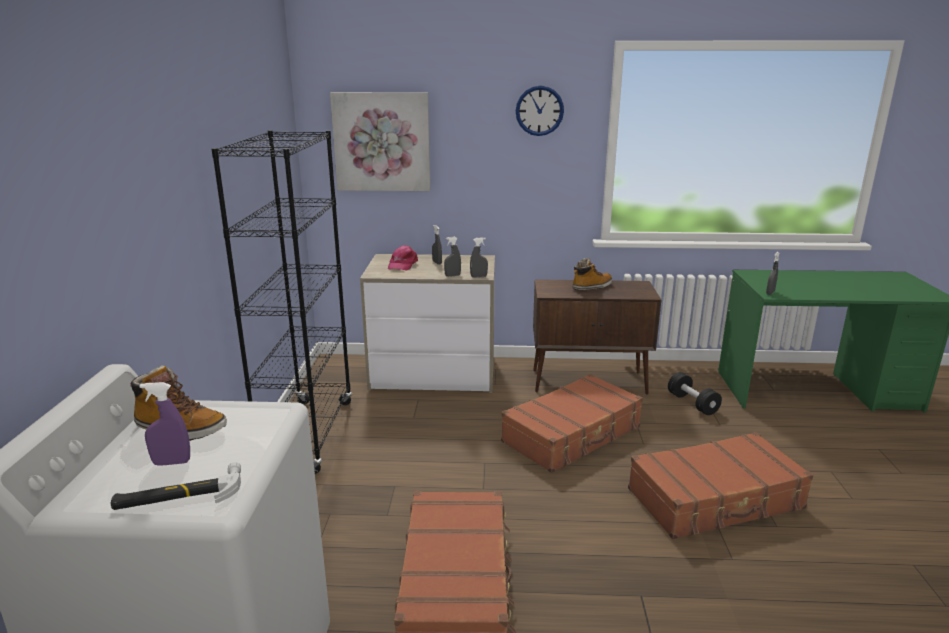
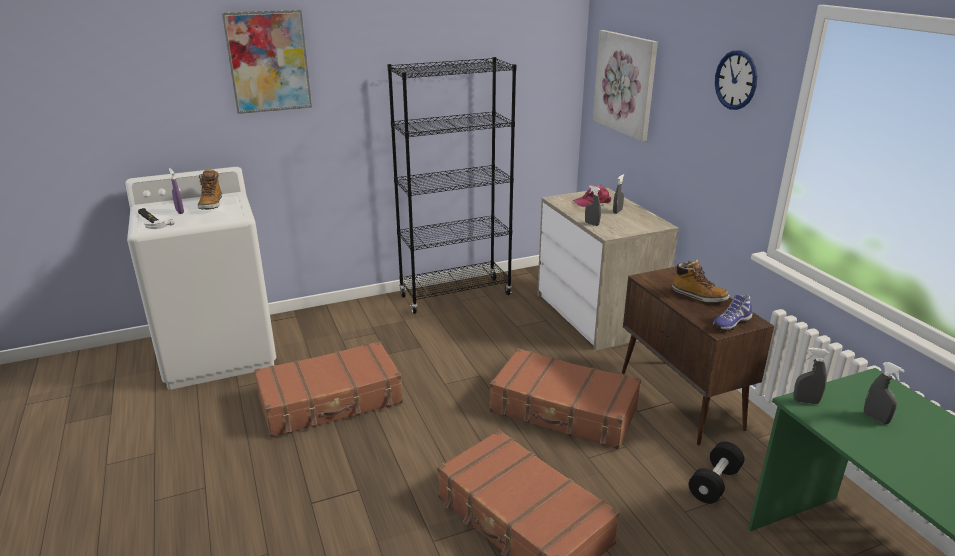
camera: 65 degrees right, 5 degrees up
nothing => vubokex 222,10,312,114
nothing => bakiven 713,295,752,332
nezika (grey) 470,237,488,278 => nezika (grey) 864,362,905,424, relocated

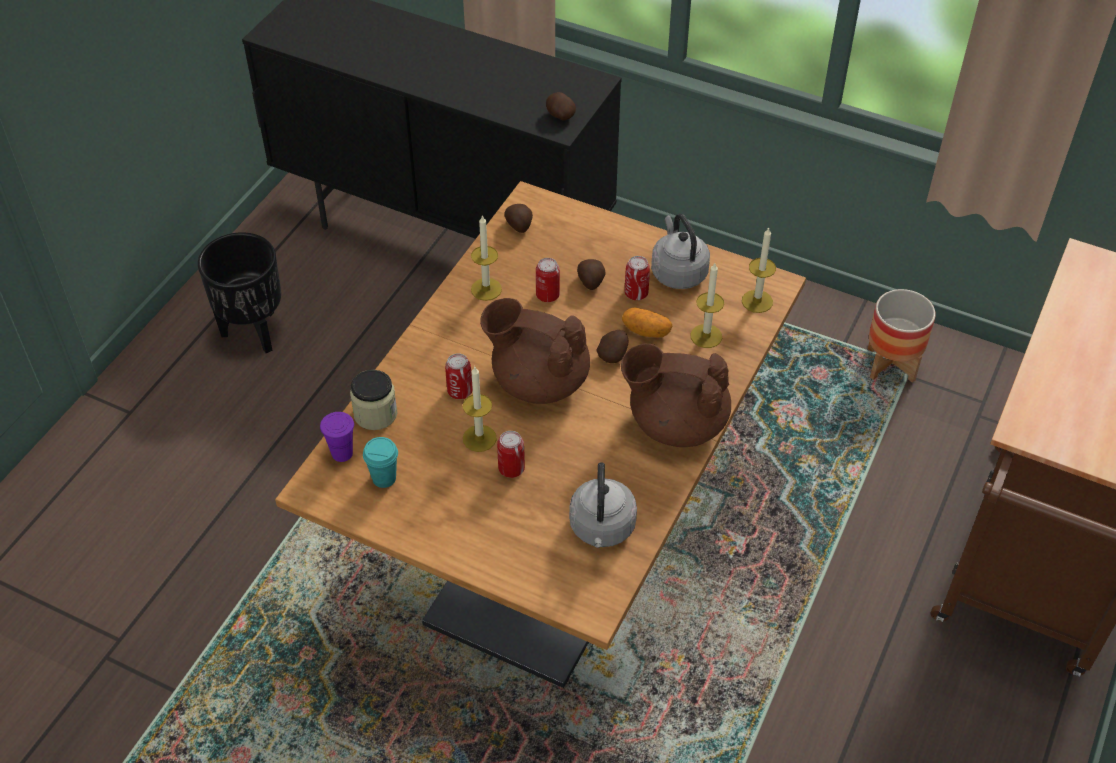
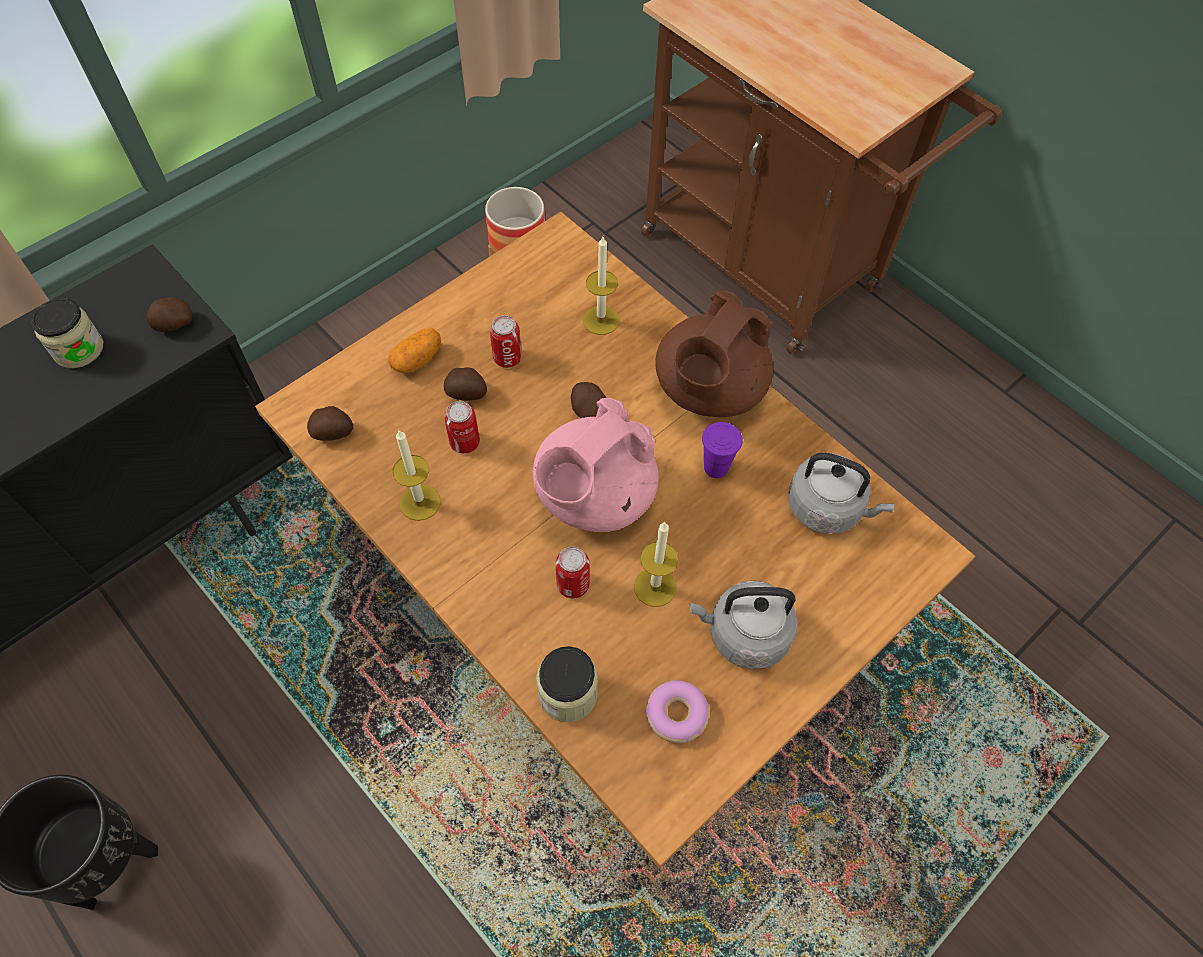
camera: 70 degrees left, 10 degrees up
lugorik 497,431,525,478 => nothing
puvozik 742,227,776,313 => nothing
nothing => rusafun 31,298,103,368
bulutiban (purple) 320,412,354,462 => bulutiban (purple) 702,422,743,478, relocated
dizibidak 622,307,673,338 => dizibidak 388,328,441,373, relocated
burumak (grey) 651,214,710,289 => burumak (grey) 690,580,798,669, relocated
bulutiban (turquoise) 363,437,398,488 => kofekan 645,680,709,743
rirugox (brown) 480,298,590,404 => rirugox (pink) 533,398,659,532

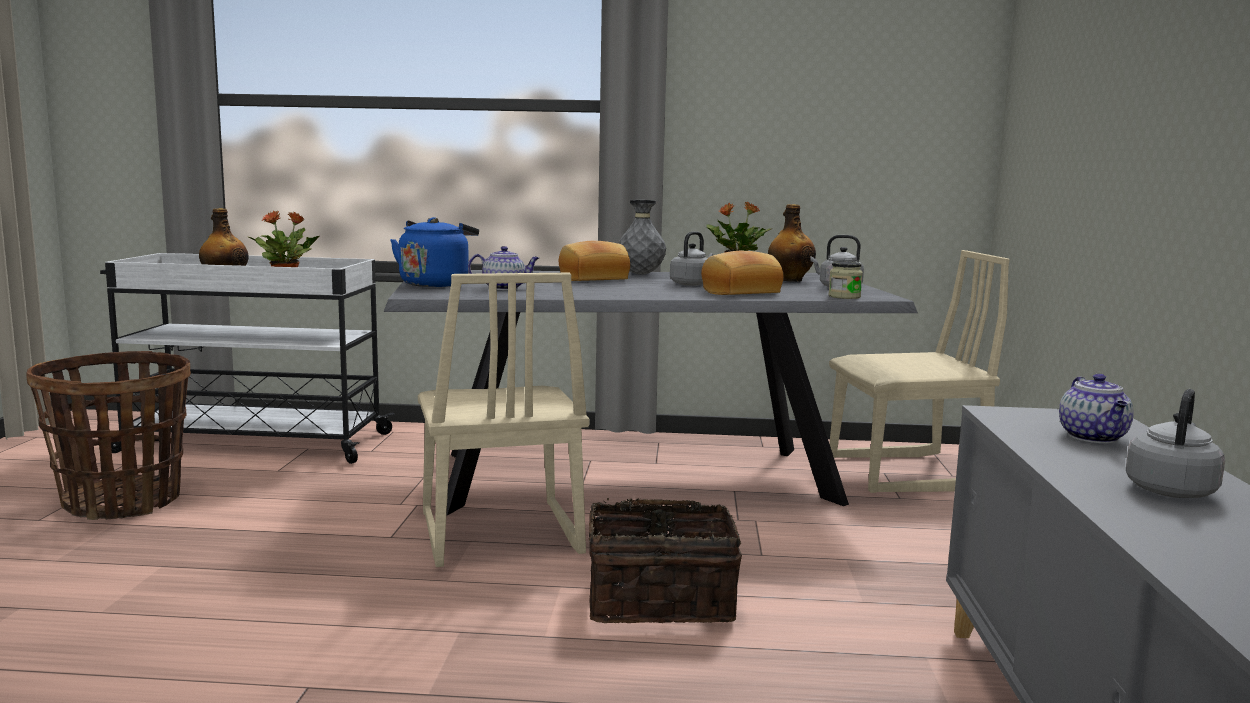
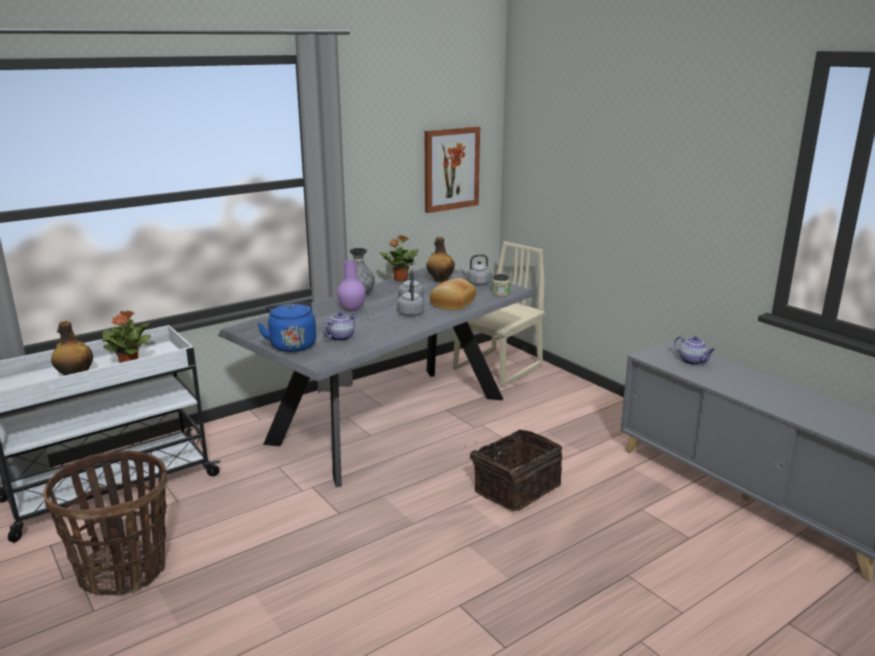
camera: 40 degrees left, 10 degrees up
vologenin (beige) 418,273,589,567 => nothing
nothing => vubokex 425,126,480,213
burumak (grey) 1126,389,1225,498 => burumak (grey) 397,281,424,316, relocated
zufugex 559,241,630,281 => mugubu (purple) 337,260,366,311

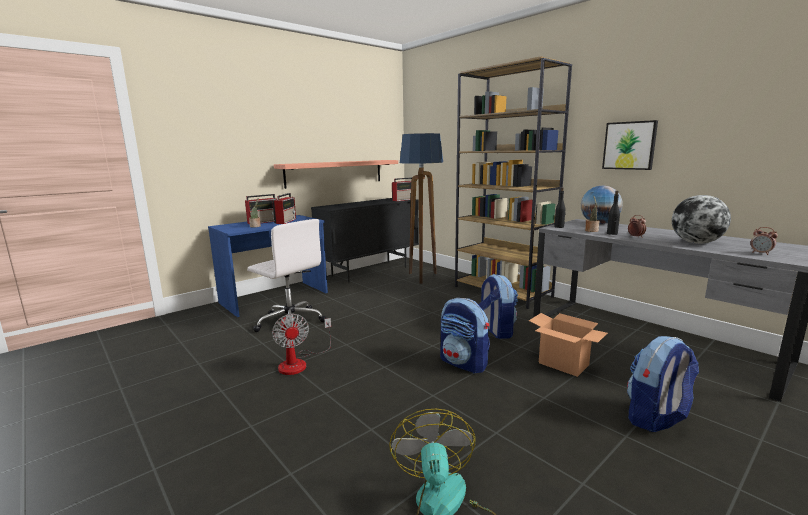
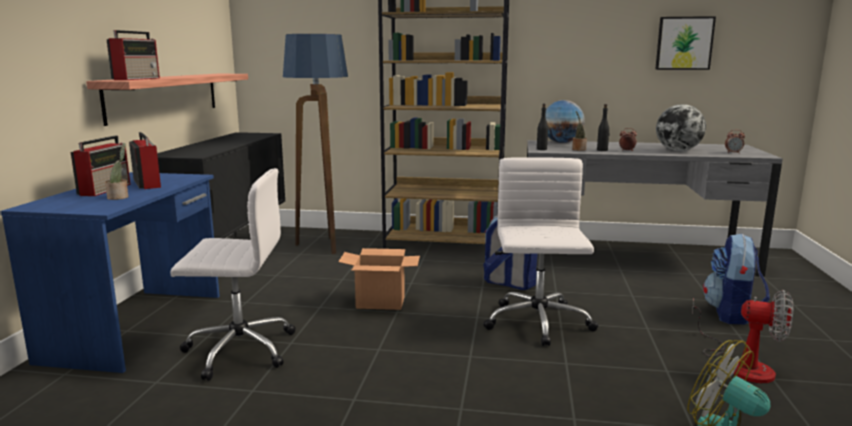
camera: 40 degrees left, 0 degrees up
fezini 272,314,331,375 => fezini 692,290,793,383, relocated
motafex 392,177,412,201 => motafex 107,30,160,80, relocated
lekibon 529,313,608,377 => lekibon 338,248,420,310, relocated
vubokex 602,120,658,170 => vubokex 655,16,716,70, relocated
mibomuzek 440,298,490,374 => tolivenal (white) 483,157,598,346

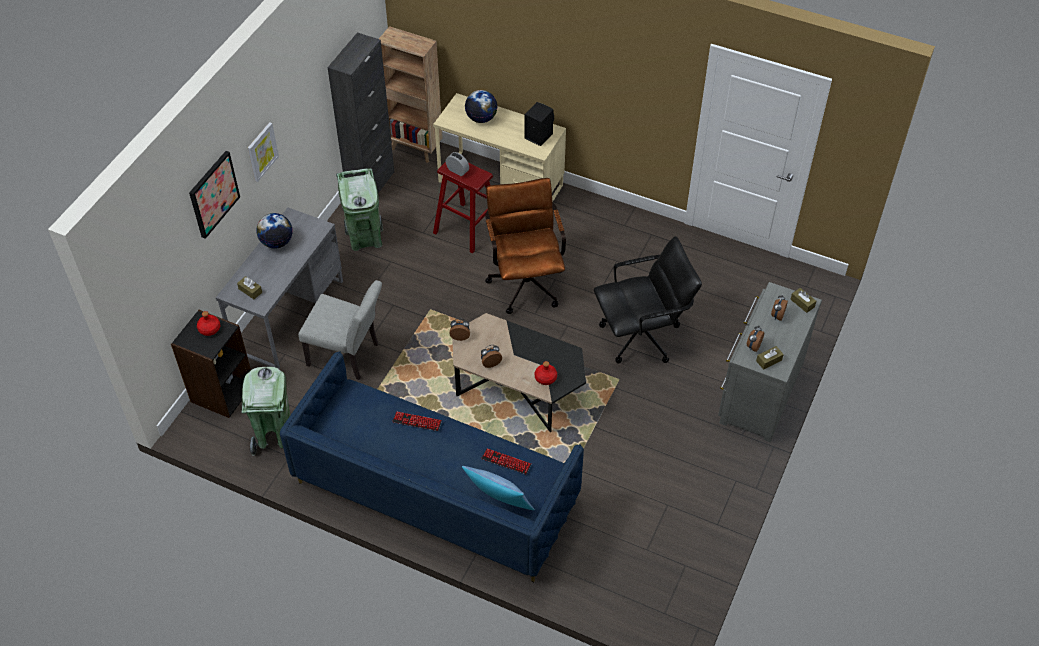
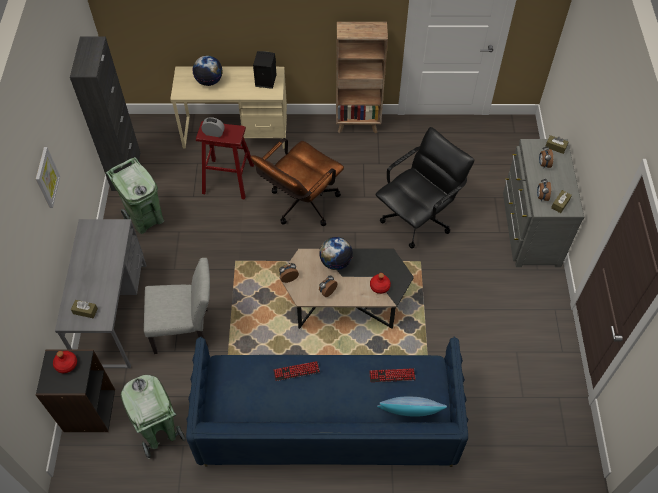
camera: 25 degrees left, 5 degrees up
vubokex 189,151,240,239 => nothing
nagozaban 256,213,292,249 => nagozaban 319,237,353,270, relocated
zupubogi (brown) 379,26,443,163 => zupubogi (brown) 336,22,388,133, relocated
tolivenal (brown) 485,178,566,314 => tolivenal (brown) 250,138,344,226, 105 degrees counterclockwise

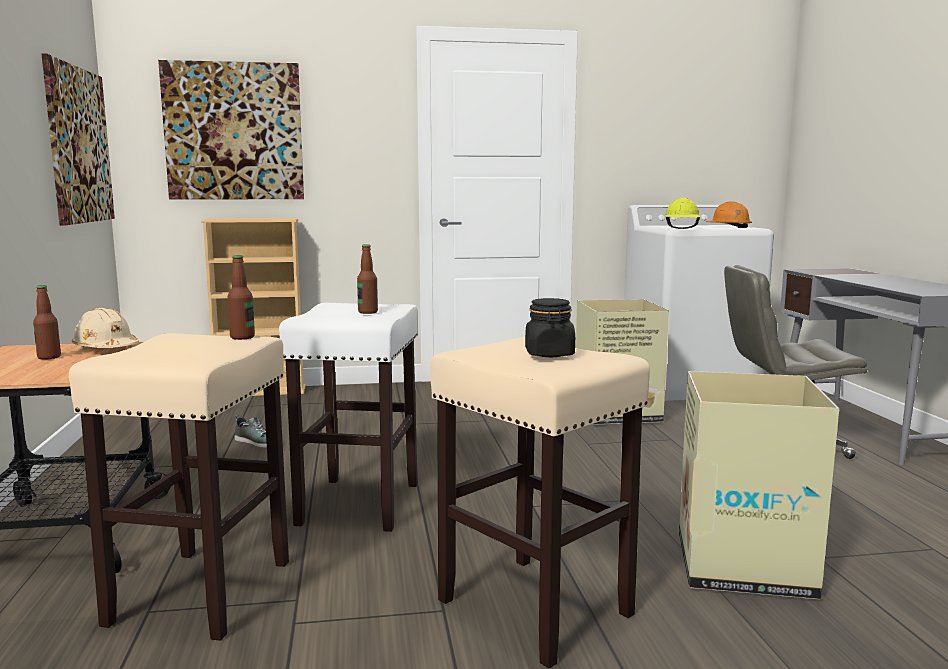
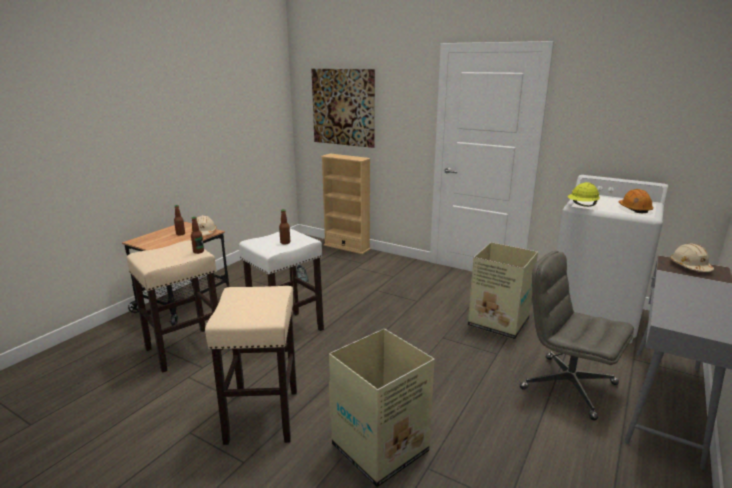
camera: 40 degrees right, 10 degrees up
vubokex 42,53,115,226 => nothing
rusafun (black) 525,298,575,357 => nothing
nothing => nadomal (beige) 670,243,714,272

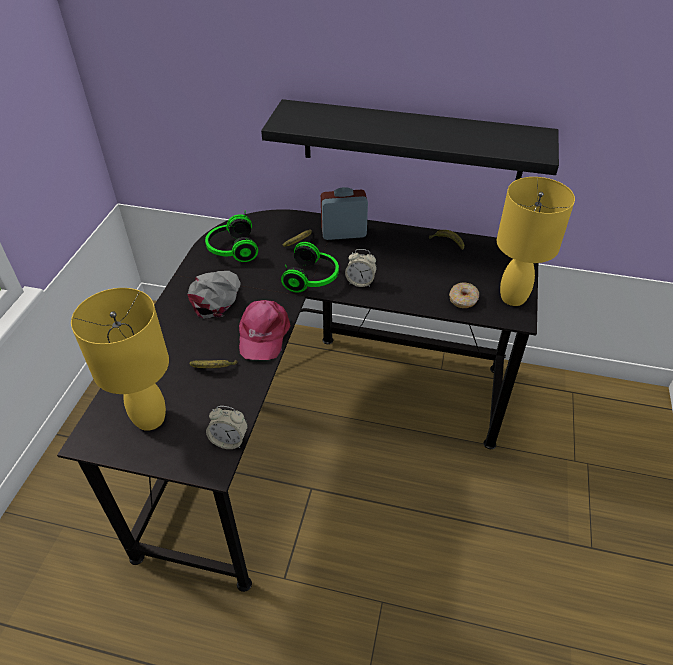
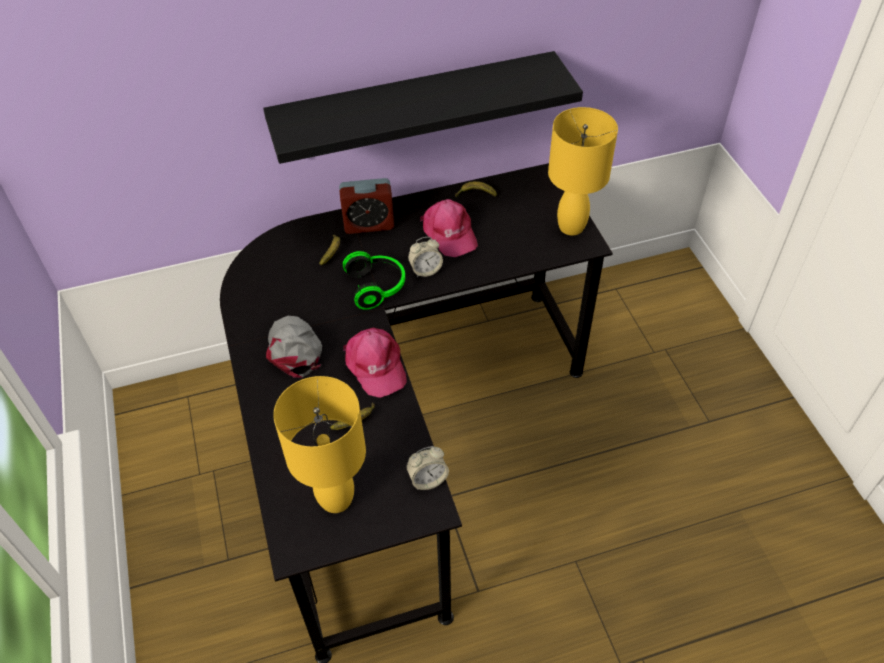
camera: 30 degrees left, 5 degrees up
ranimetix 205,211,258,262 => nothing
kofekan 449,282,479,308 => nothing
nothing => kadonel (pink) 420,199,478,257
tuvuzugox 321,187,368,240 => tuvuzugox 339,178,394,234, 150 degrees counterclockwise

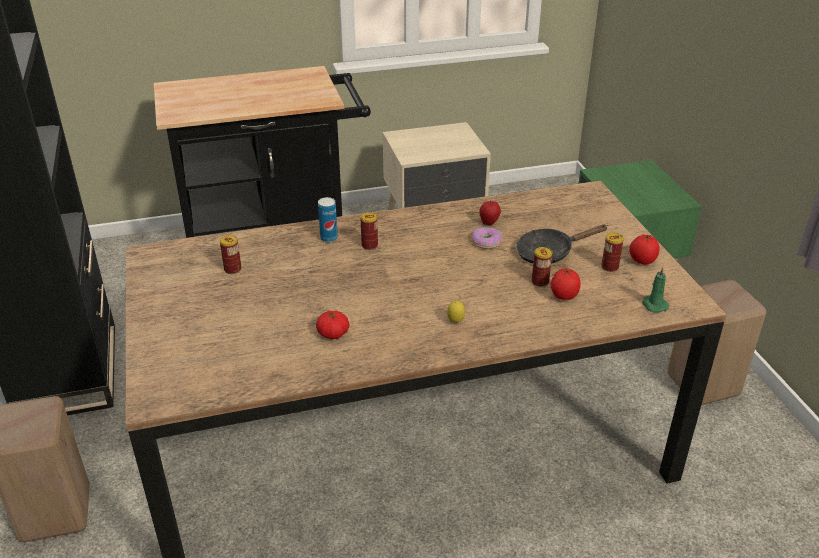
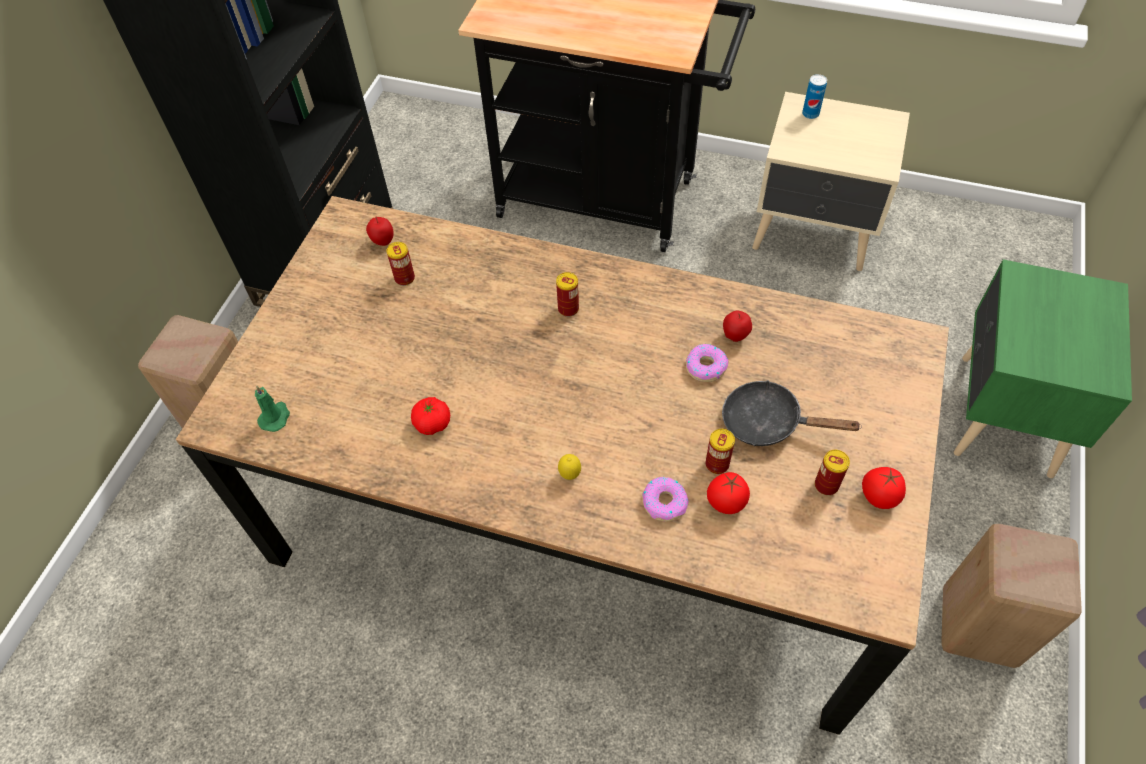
camera: 35 degrees right, 20 degrees up
nothing => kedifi 366,217,394,246
nothing => kofekan 642,477,689,521
lugorik 318,197,338,242 => lugorik 802,74,827,119, relocated
puvozik (green) 642,267,669,313 => puvozik (green) 255,385,290,432, relocated

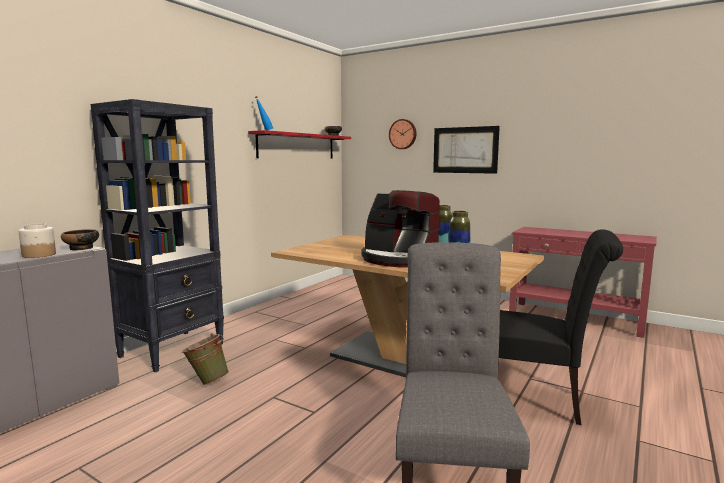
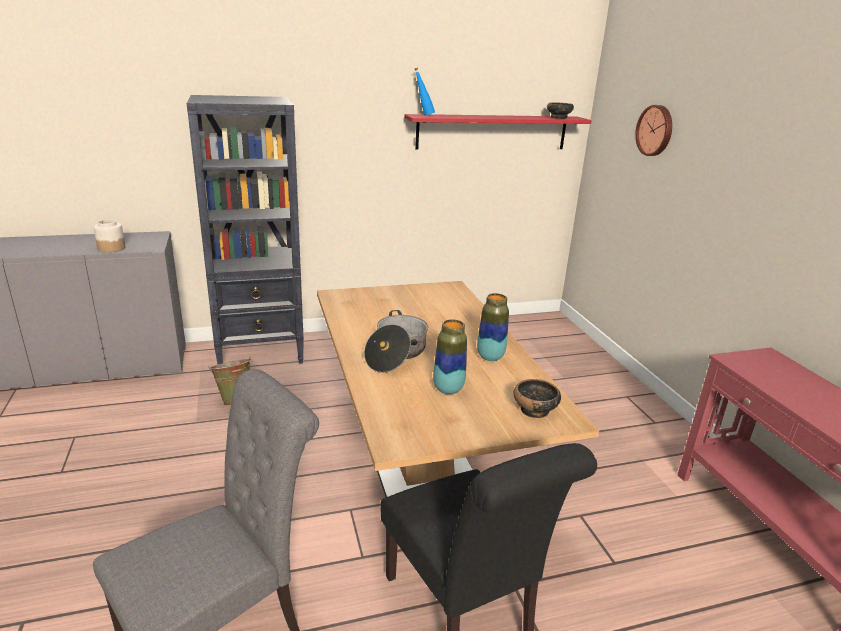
camera: 40 degrees right, 15 degrees up
vubokex 433,126,500,174 => nothing
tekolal 61,229,99,250 => tekolal 513,379,561,418, relocated
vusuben 361,190,440,267 => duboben 364,310,428,373

